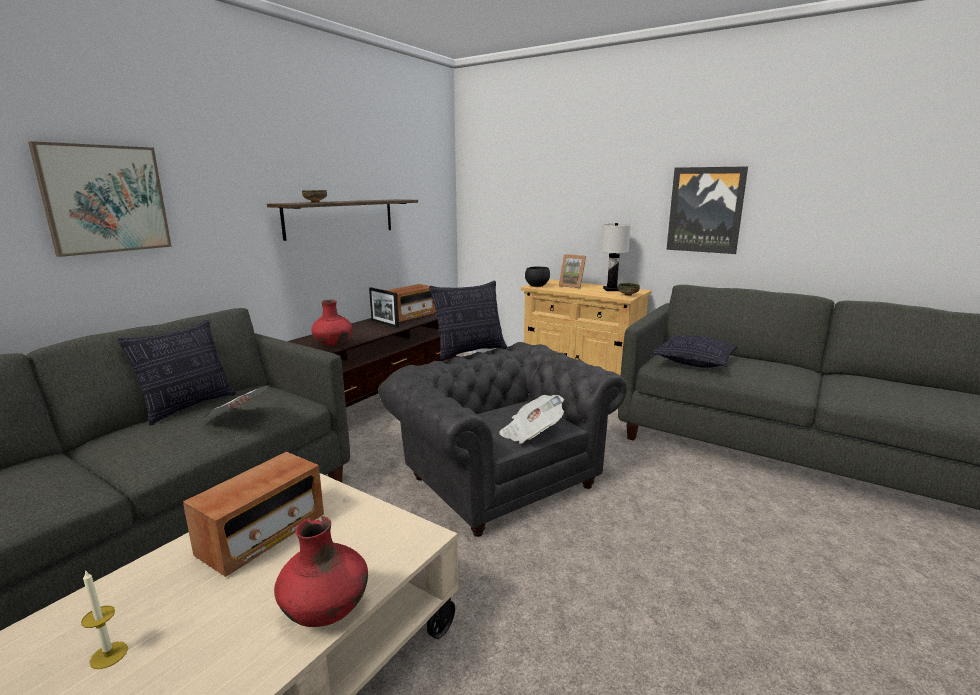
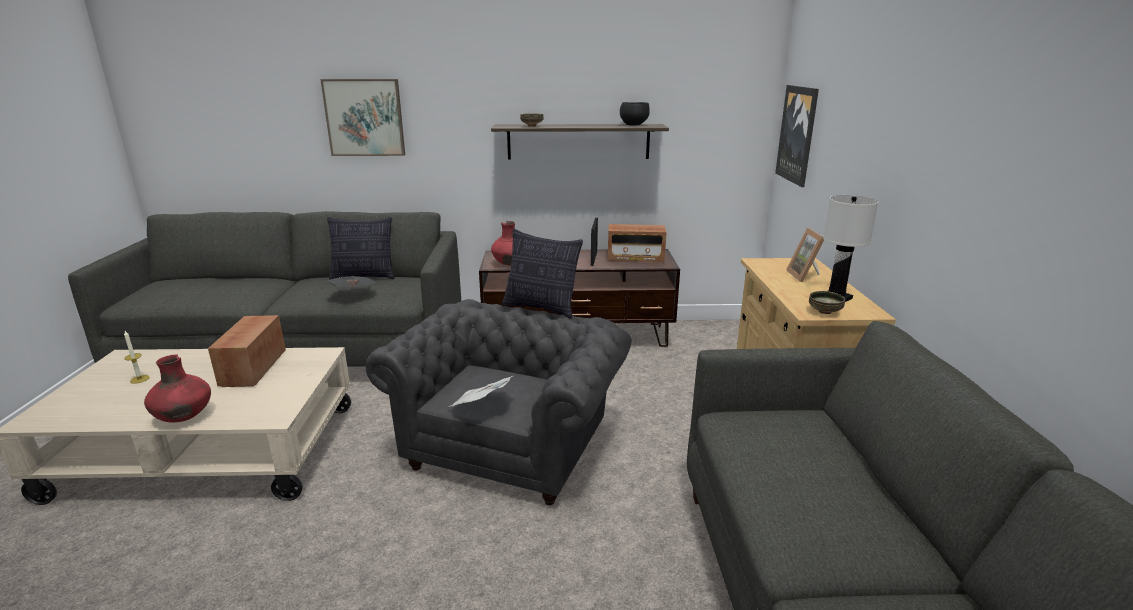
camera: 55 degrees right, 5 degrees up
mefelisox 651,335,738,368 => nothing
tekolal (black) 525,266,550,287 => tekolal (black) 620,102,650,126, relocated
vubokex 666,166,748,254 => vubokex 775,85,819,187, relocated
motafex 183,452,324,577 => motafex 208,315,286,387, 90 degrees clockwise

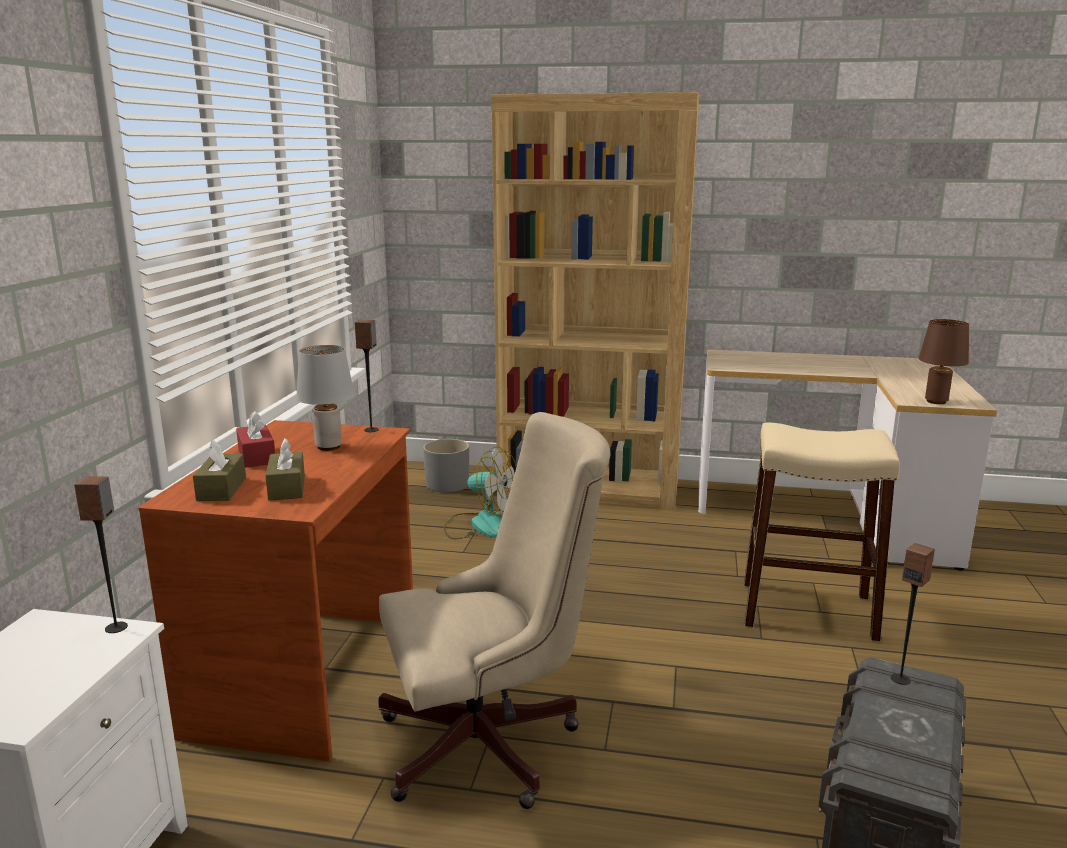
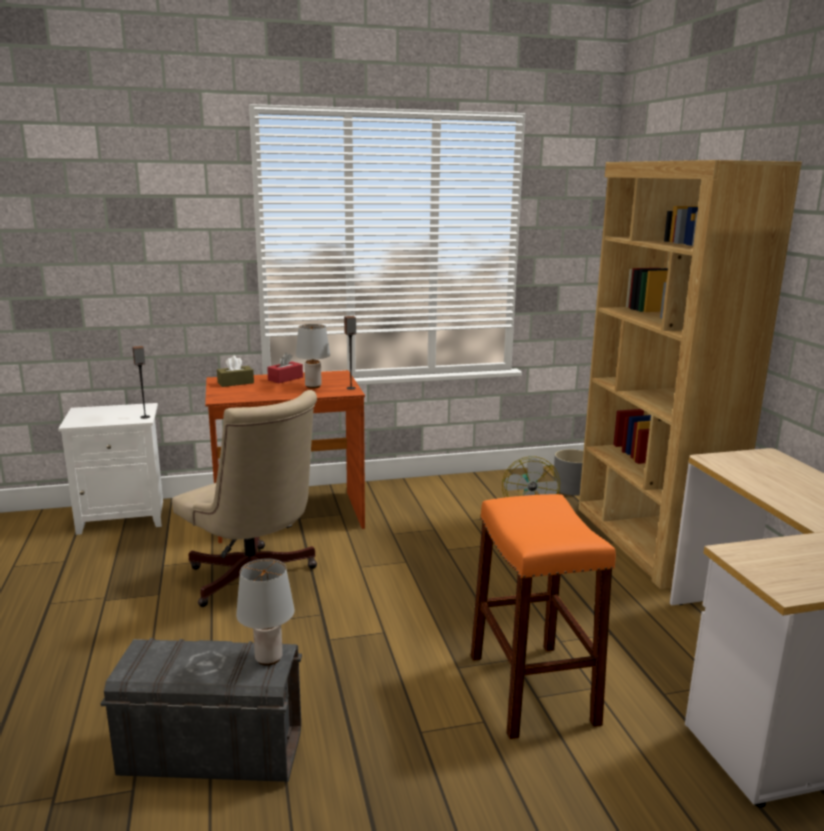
camera: 65 degrees right, 0 degrees up
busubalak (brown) 265,438,305,501 => nothing
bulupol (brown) 919,319,969,404 => nothing
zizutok 891,543,935,685 => bulupol (grey) 236,558,294,666
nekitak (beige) 744,422,900,642 => nekitak (orange) 471,494,616,739

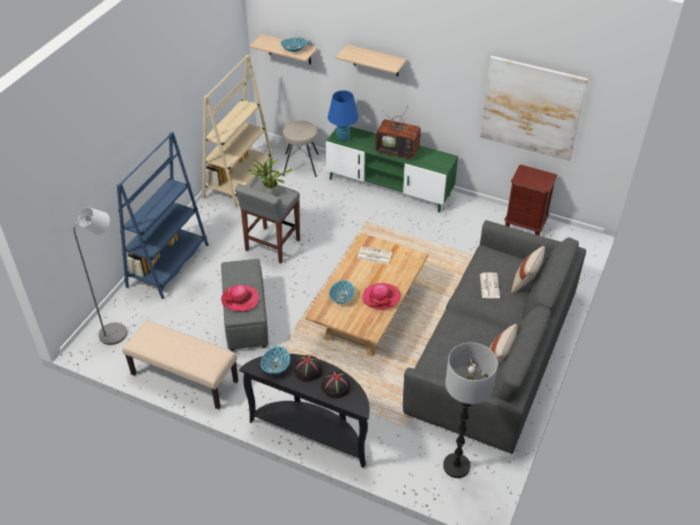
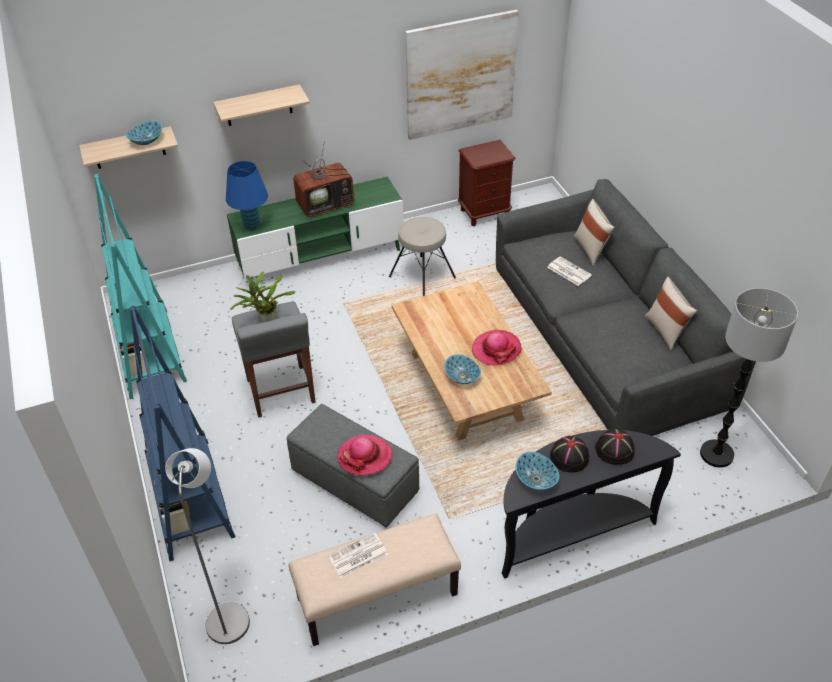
camera: 45 degrees left, 0 degrees up
nekitak (beige) 283,120,319,177 => nekitak (beige) 389,217,456,296, relocated
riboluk 357,246,392,265 => riboluk 328,533,388,578, relocated
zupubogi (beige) 202,54,274,208 => zupubogi (turquoise) 94,174,187,399

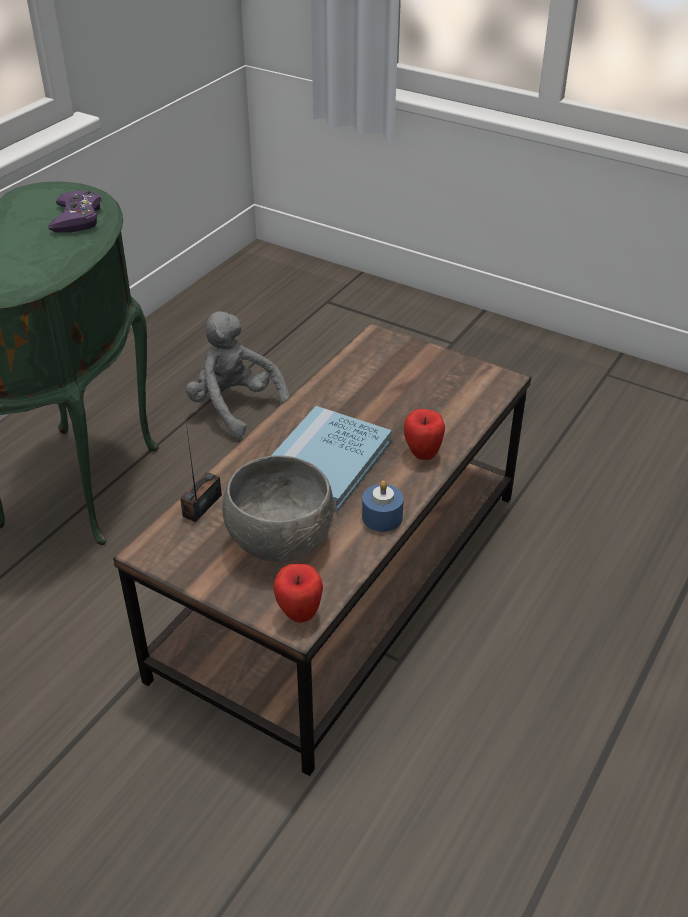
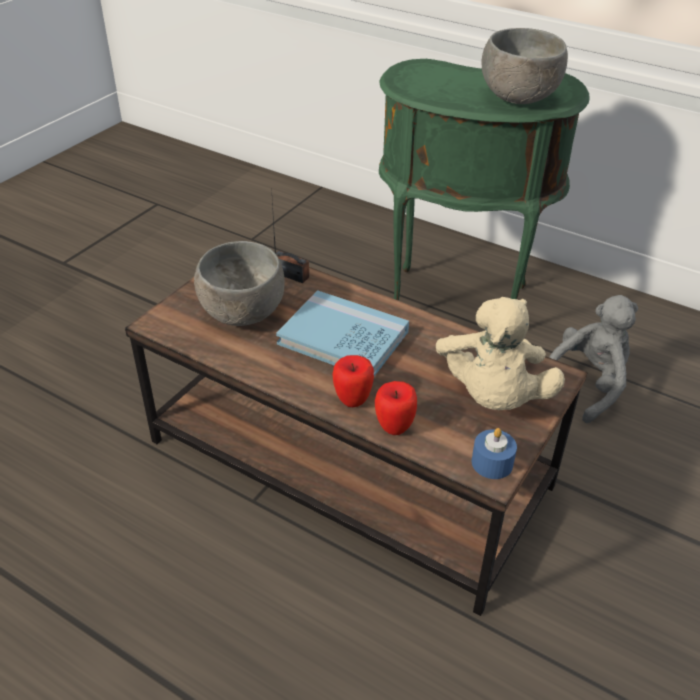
camera: 90 degrees right, 0 degrees up
nothing => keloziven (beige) 436,297,565,410
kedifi 273,564,323,623 => kedifi 375,381,417,435, relocated
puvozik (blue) 362,481,404,532 => puvozik (blue) 472,428,517,479, relocated
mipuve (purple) 48,190,101,232 => tekolal (grey) 481,28,568,104

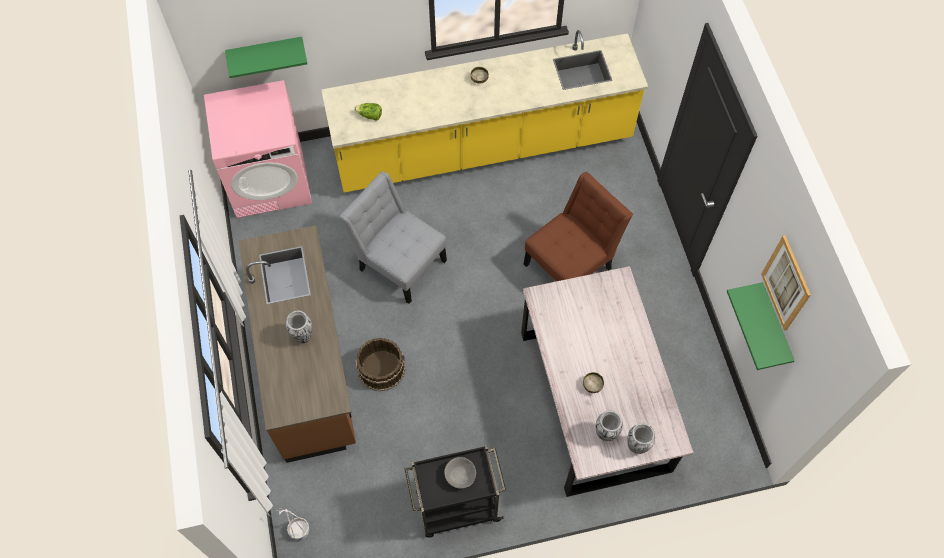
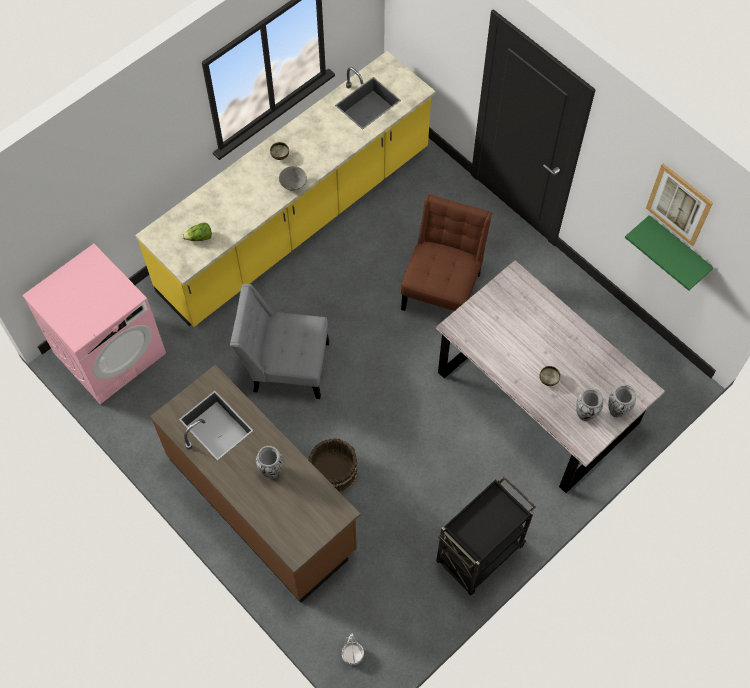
camera: 30 degrees left, 0 degrees up
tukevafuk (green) 225,37,307,78 => nothing
tekolal (grey) 444,457,476,488 => tekolal (grey) 279,166,307,191, relocated

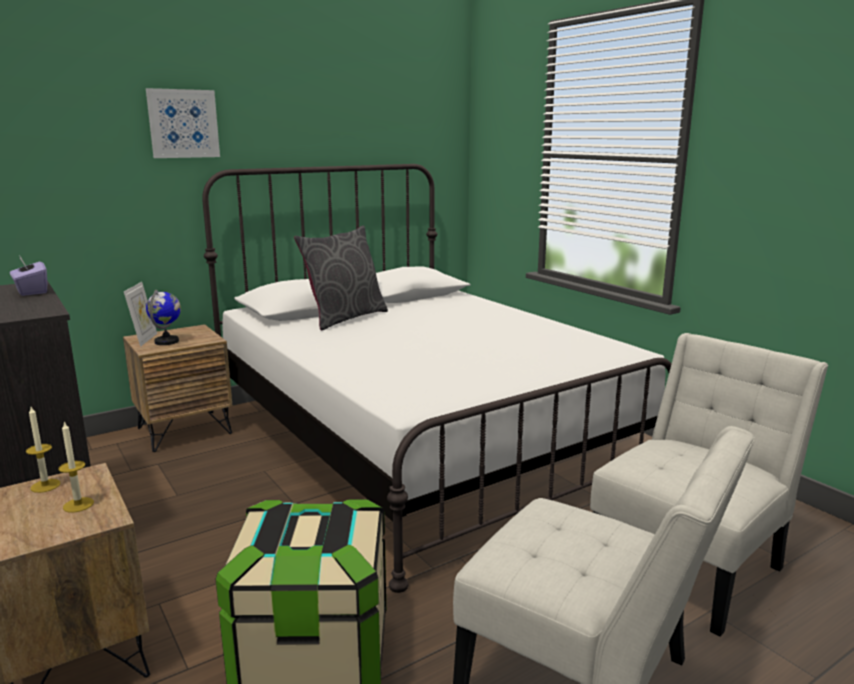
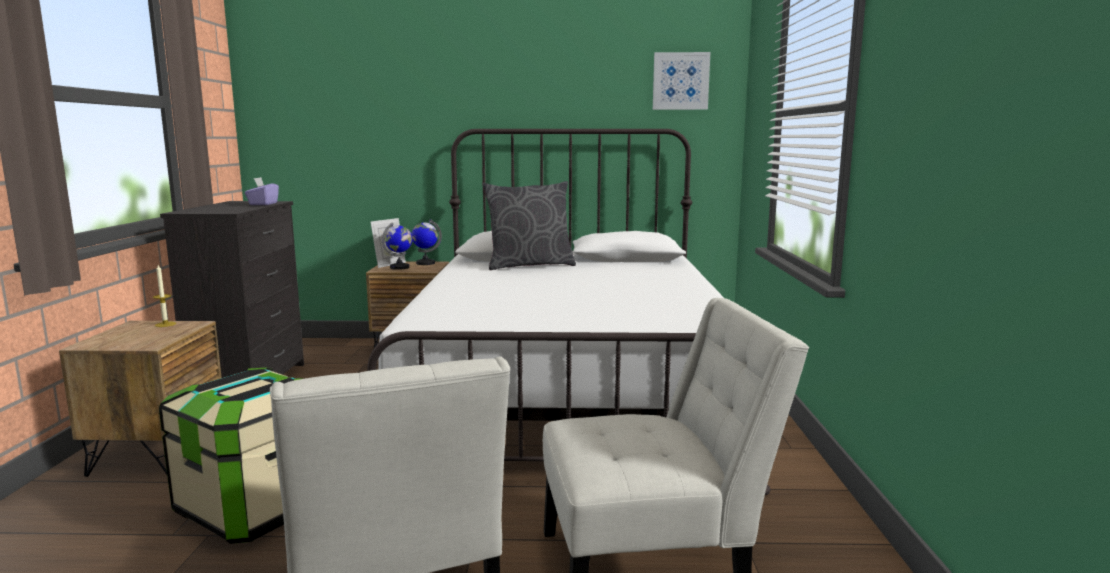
camera: 35 degrees right, 5 degrees down
puvozik 58,422,94,513 => nothing
nothing => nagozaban 411,219,442,265
vubokex 146,88,220,158 => vubokex 653,52,710,110, relocated

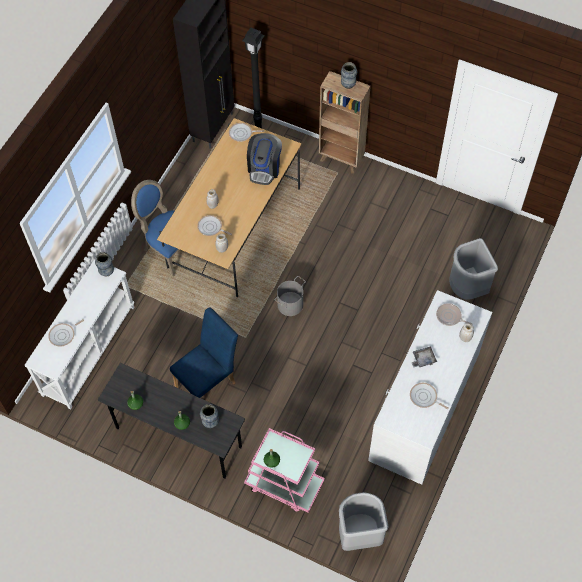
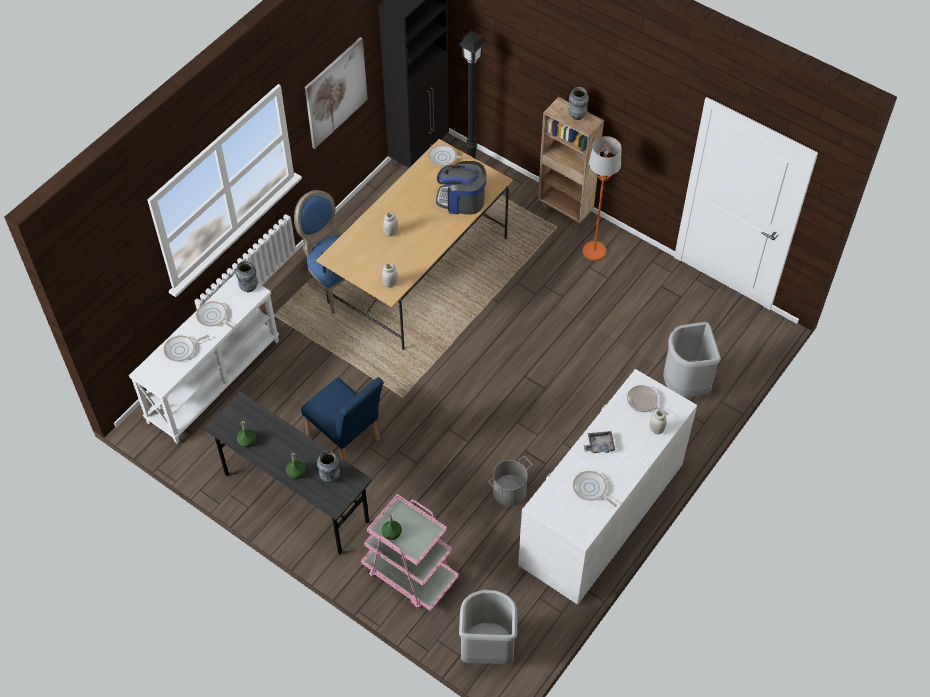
camera: 10 degrees right, 5 degrees down
nothing => vubokex 305,37,368,149
nothing => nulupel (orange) 583,136,621,261
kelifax 197,215,232,236 => kelifax 196,301,235,329, relocated
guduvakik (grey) 275,276,306,316 => guduvakik (grey) 488,456,533,506, relocated
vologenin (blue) 170,307,238,398 => vologenin (blue) 301,377,383,463, 75 degrees clockwise
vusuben 247,133,282,185 => vusuben 436,161,486,215, 75 degrees clockwise

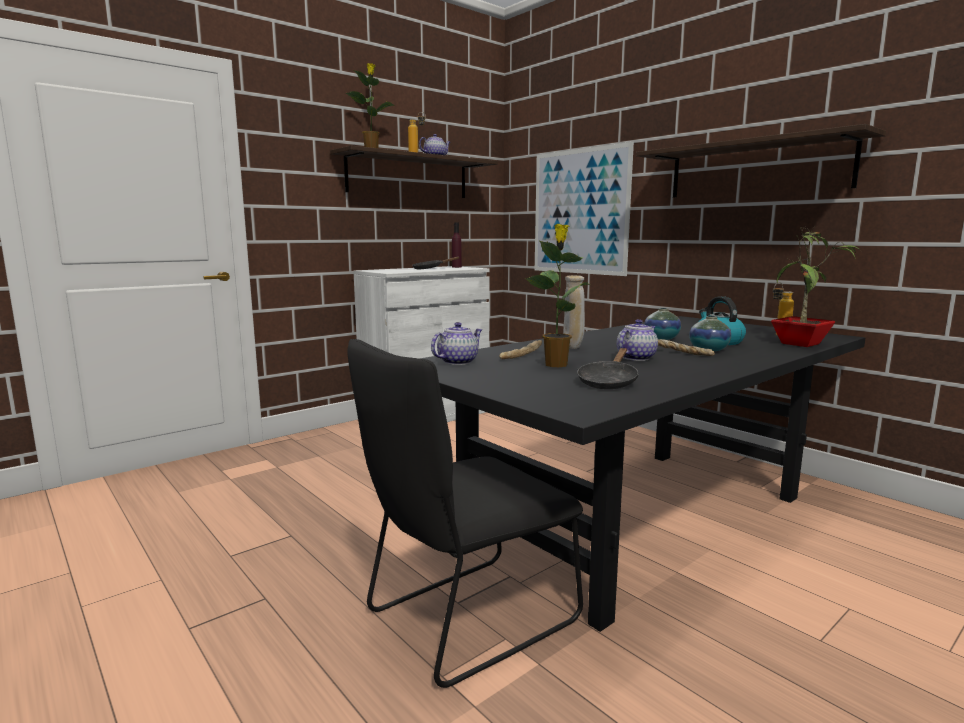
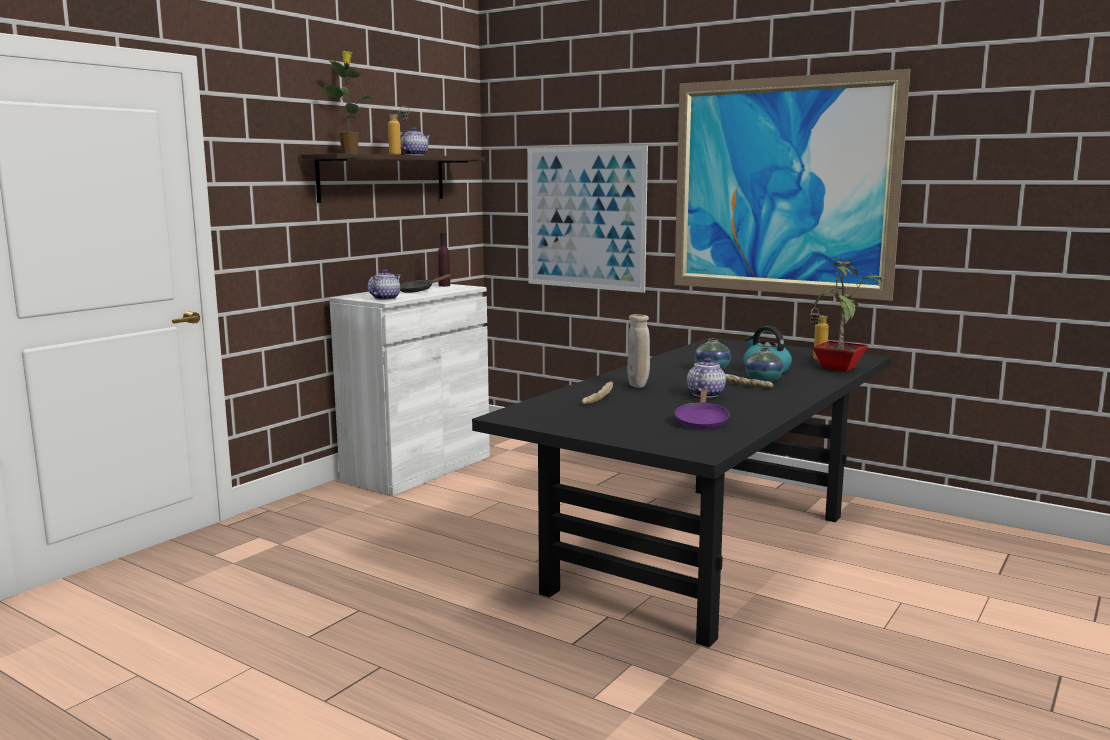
camera: 15 degrees left, 0 degrees up
vologenin (black) 348,339,583,688 => nothing
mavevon 525,224,590,367 => nothing
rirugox 431,322,483,365 => rirugox 368,269,401,300, relocated
tukevafuk 636,124,886,198 => vubokex 674,69,911,301
kelifax (black) 577,348,639,389 => kelifax (purple) 674,388,730,429

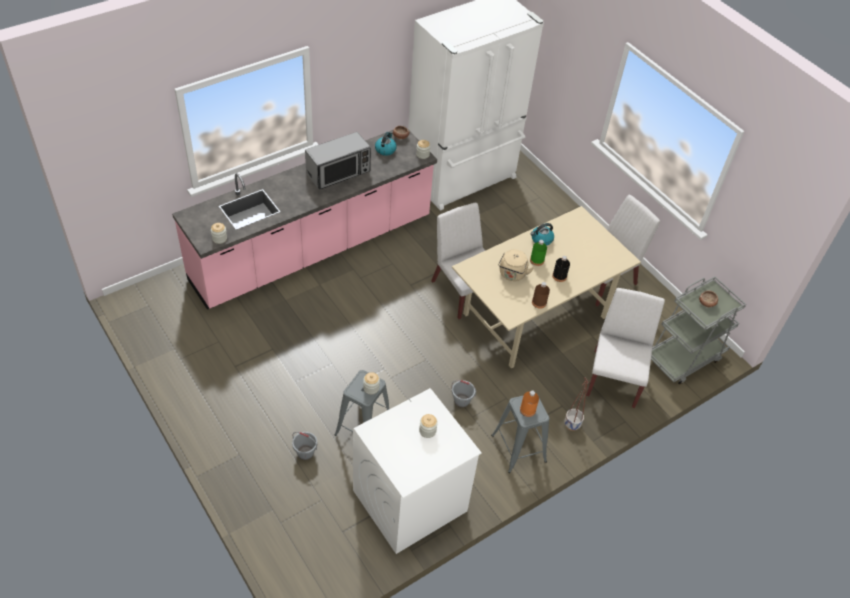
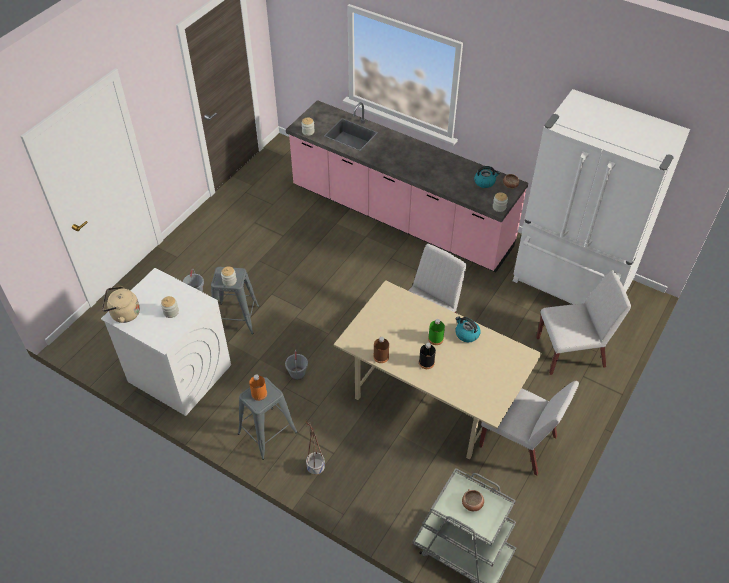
camera: 70 degrees right, 0 degrees up
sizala 305,132,371,190 => nothing
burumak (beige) 498,249,534,281 => burumak (beige) 102,286,140,323, relocated
vologenin (white) 586,288,665,408 => vologenin (white) 536,270,631,375, relocated

